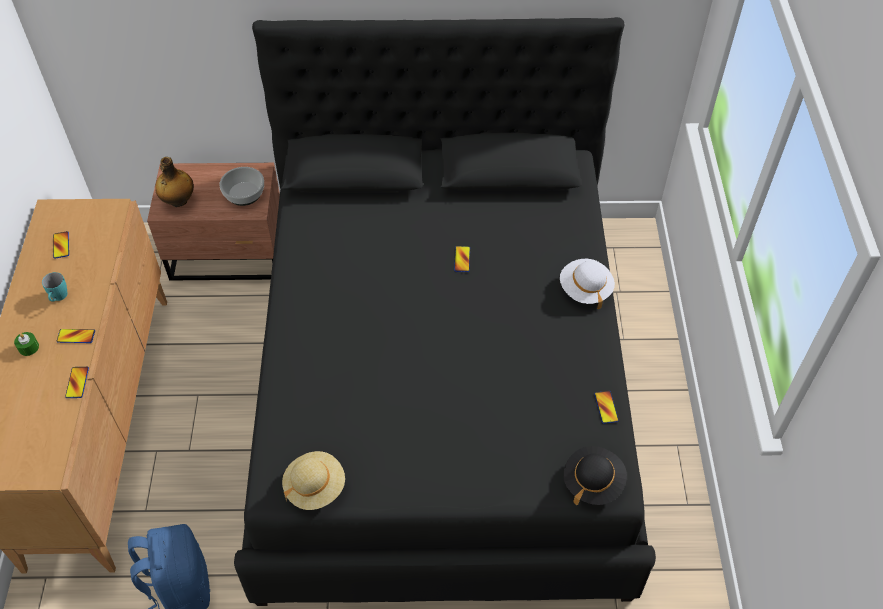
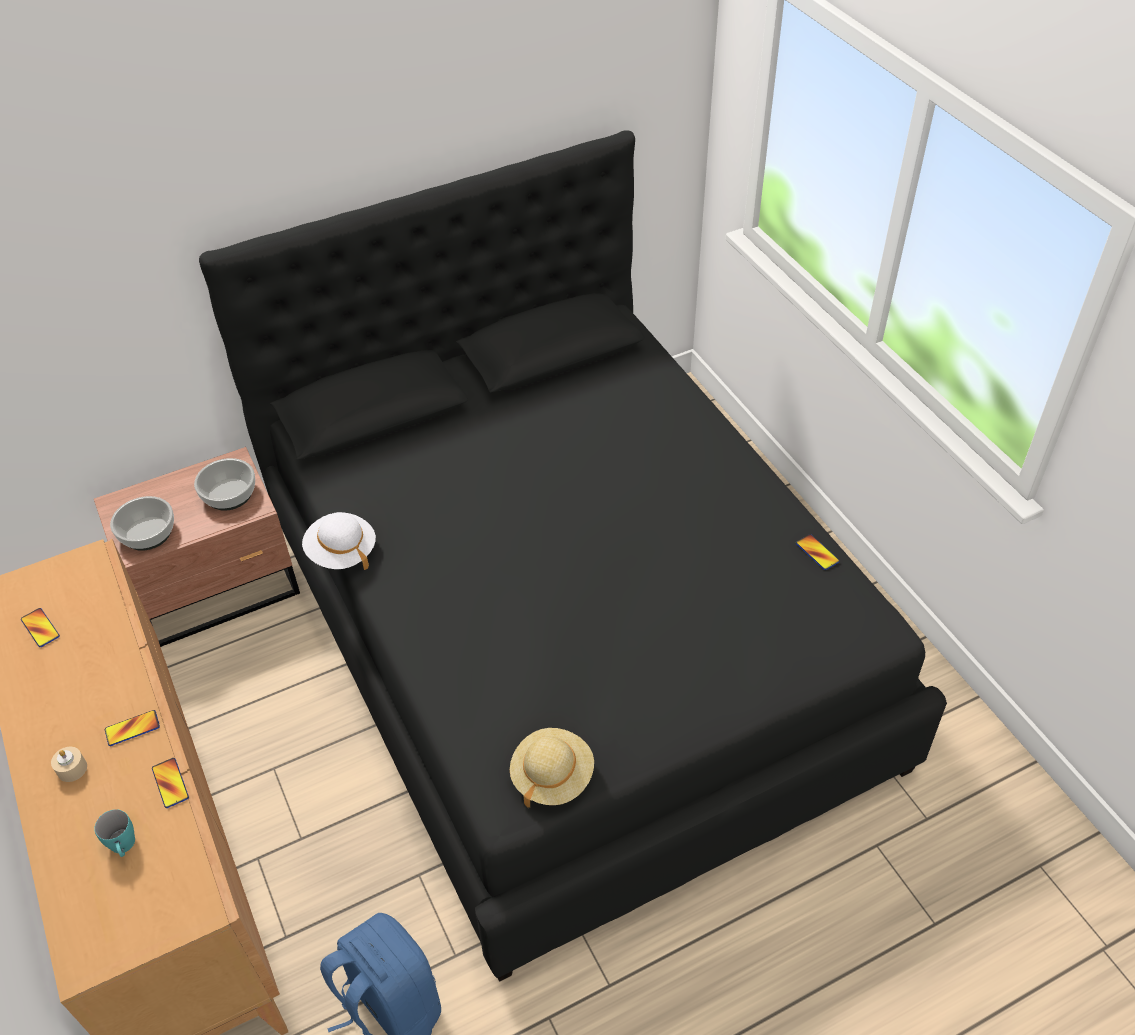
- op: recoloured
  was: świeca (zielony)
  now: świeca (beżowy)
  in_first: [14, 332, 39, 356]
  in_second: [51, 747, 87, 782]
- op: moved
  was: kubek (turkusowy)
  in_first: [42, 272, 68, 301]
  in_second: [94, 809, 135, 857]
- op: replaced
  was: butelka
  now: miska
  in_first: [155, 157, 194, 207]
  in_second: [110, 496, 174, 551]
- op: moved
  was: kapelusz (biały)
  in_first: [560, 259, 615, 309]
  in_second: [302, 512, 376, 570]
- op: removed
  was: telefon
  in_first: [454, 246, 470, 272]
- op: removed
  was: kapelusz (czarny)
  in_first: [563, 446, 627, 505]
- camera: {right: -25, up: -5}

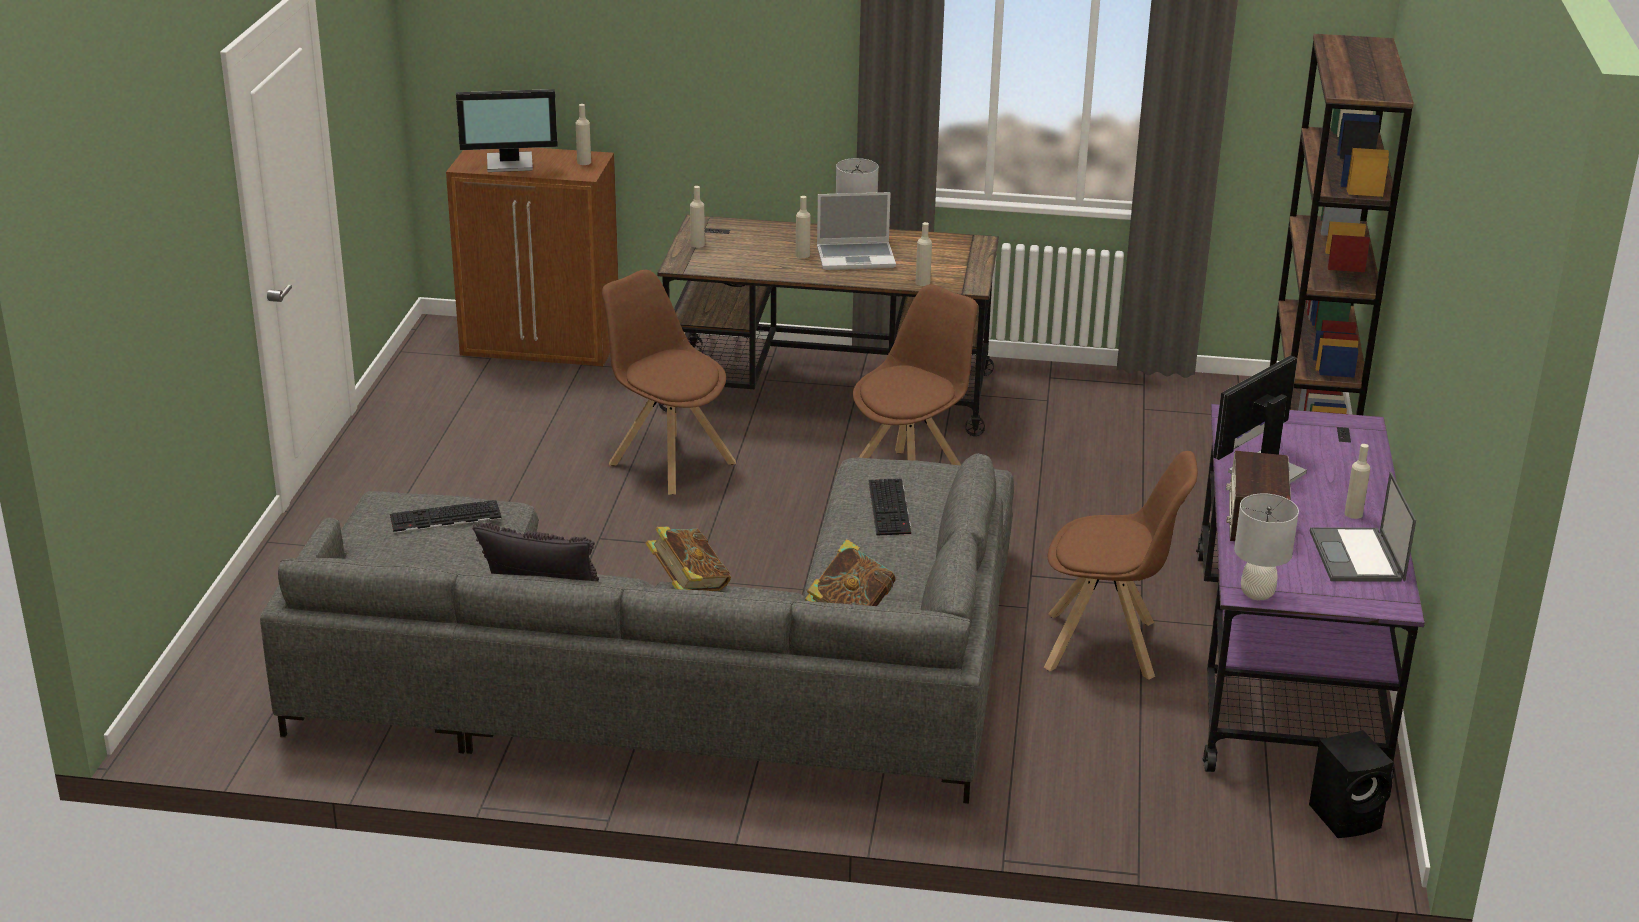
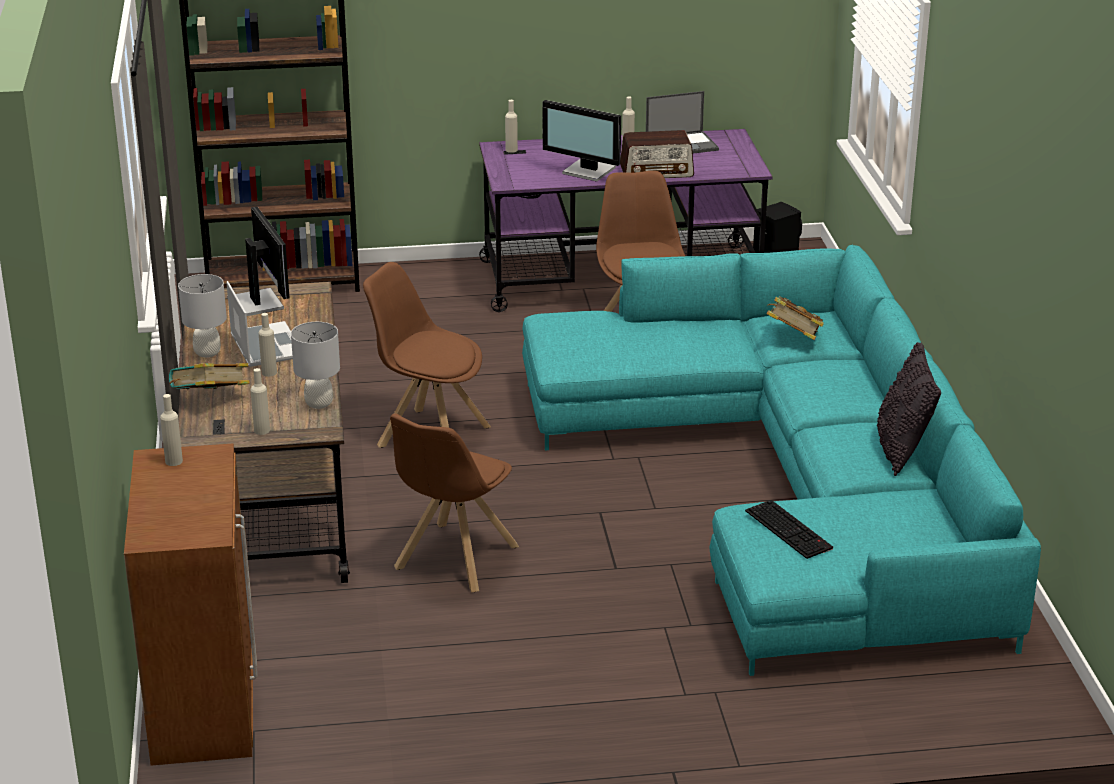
- op: moved
  was: książka
  in_first: [645, 527, 731, 591]
  in_second: [169, 363, 250, 389]
- op: moved
  was: monitor
  in_first: [456, 89, 558, 172]
  in_second: [227, 207, 289, 316]
- op: moved
  was: lampa stołowa (szary)
  in_first: [1234, 493, 1299, 600]
  in_second: [291, 322, 340, 409]
- op: moved
  was: butelka (beżowy)
  in_first: [916, 222, 932, 286]
  in_second: [505, 100, 518, 153]
- op: recoloured
  was: kanapa (szary)
  now: kanapa (turkusowy)
  in_first: [260, 453, 1014, 804]
  in_second: [522, 245, 1041, 676]
- op: removed
  was: klawiatura
  in_first: [868, 479, 911, 535]
- camera: {right: -105, up: 0}

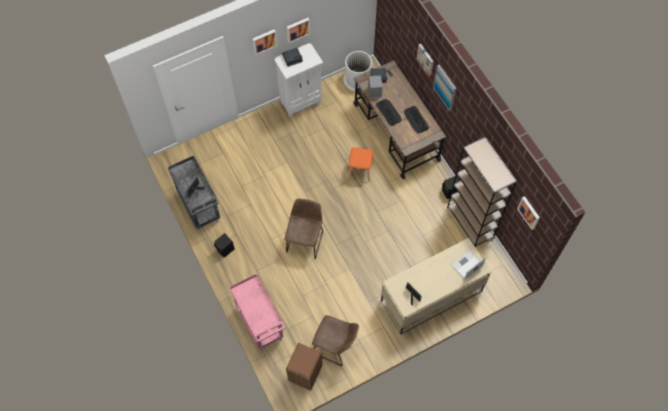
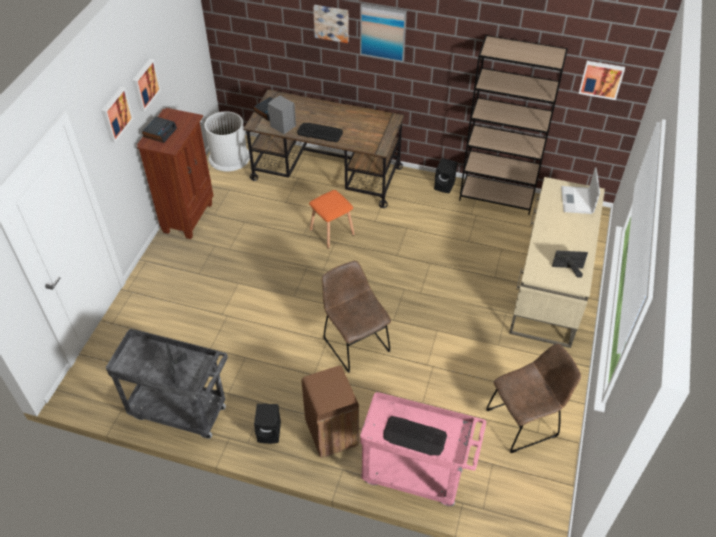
- op: recoloured
  was: szafka (biały)
  now: szafka (brązowy)
  in_first: [274, 43, 323, 117]
  in_second: [137, 108, 214, 239]
- op: moved
  was: kosz na śmieci (brązowy)
  in_first: [286, 343, 322, 391]
  in_second: [302, 366, 359, 458]
- op: moved
  was: klawiatura
  in_first: [404, 106, 429, 133]
  in_second: [383, 416, 447, 456]
- camera: {right: -45, up: -15}

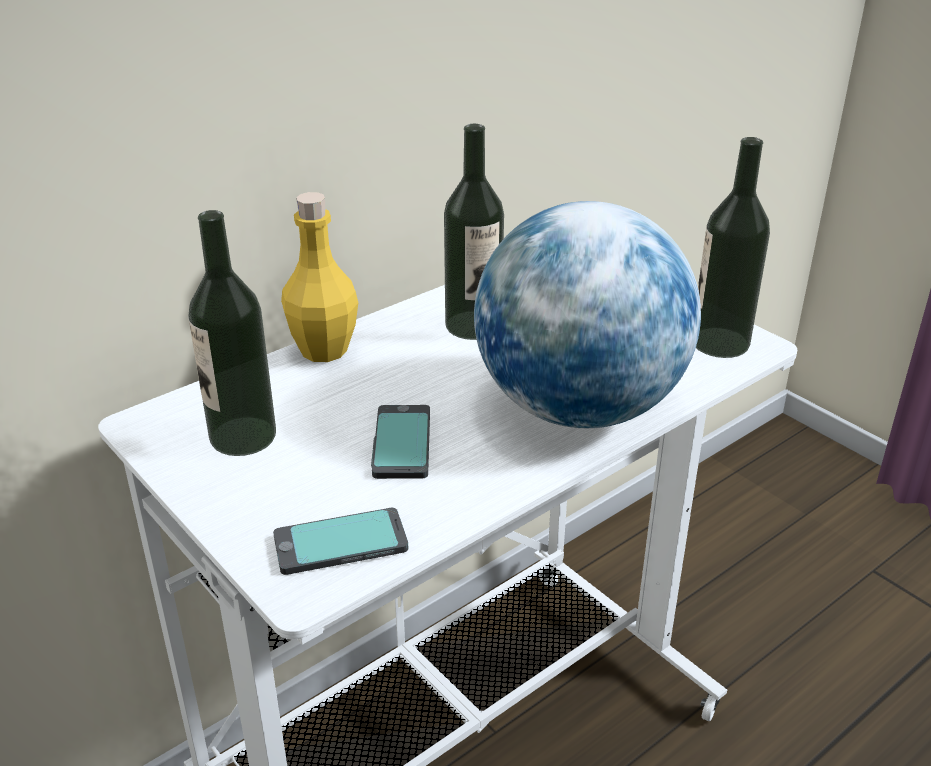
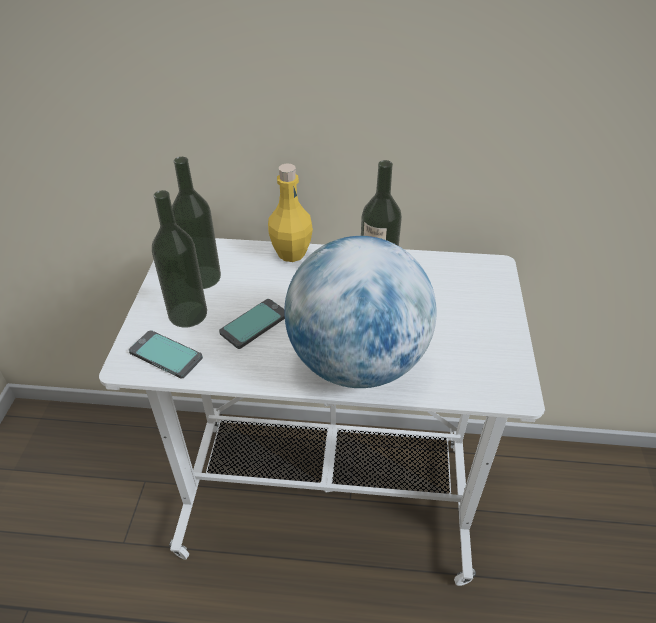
- op: moved
  was: butelka
  in_first: [696, 137, 770, 358]
  in_second: [152, 190, 207, 328]
- camera: {right: 45, up: 10}

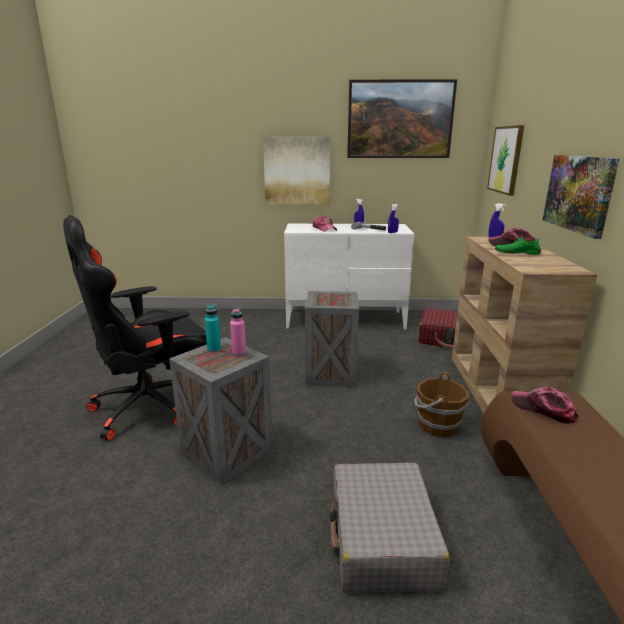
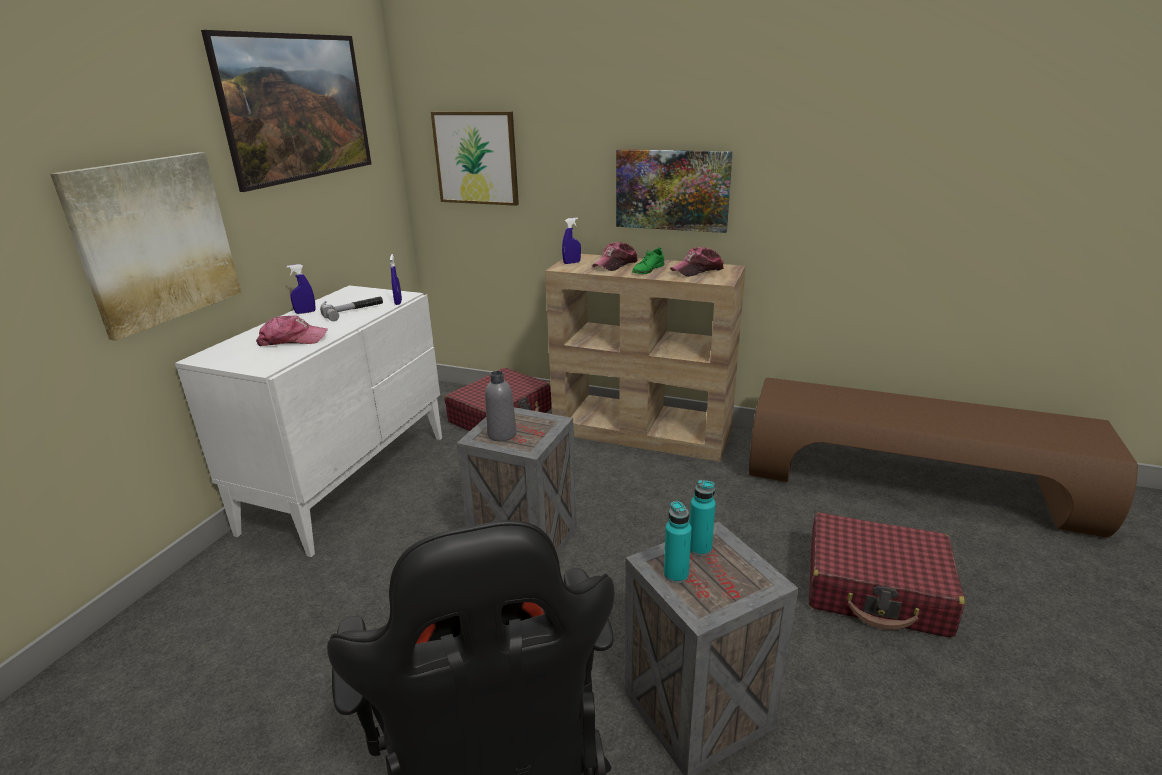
- op: added
  now: butelka (szary)
  in_second: [485, 371, 517, 441]
- op: moved
  was: czapka z daszkiem
  in_first: [511, 387, 578, 425]
  in_second: [670, 247, 724, 277]
- op: recoloured
  was: butelka (różowy)
  now: butelka (turkusowy)
  in_first: [230, 308, 246, 356]
  in_second: [690, 480, 716, 556]
- op: recoloured
  was: walizka (szary)
  now: walizka (czerwony)
  in_first: [330, 462, 450, 593]
  in_second: [809, 512, 965, 638]
- op: removed
  was: wiadro (brązowy)
  in_first: [414, 373, 468, 437]
- camera: {right: -70, up: 5}

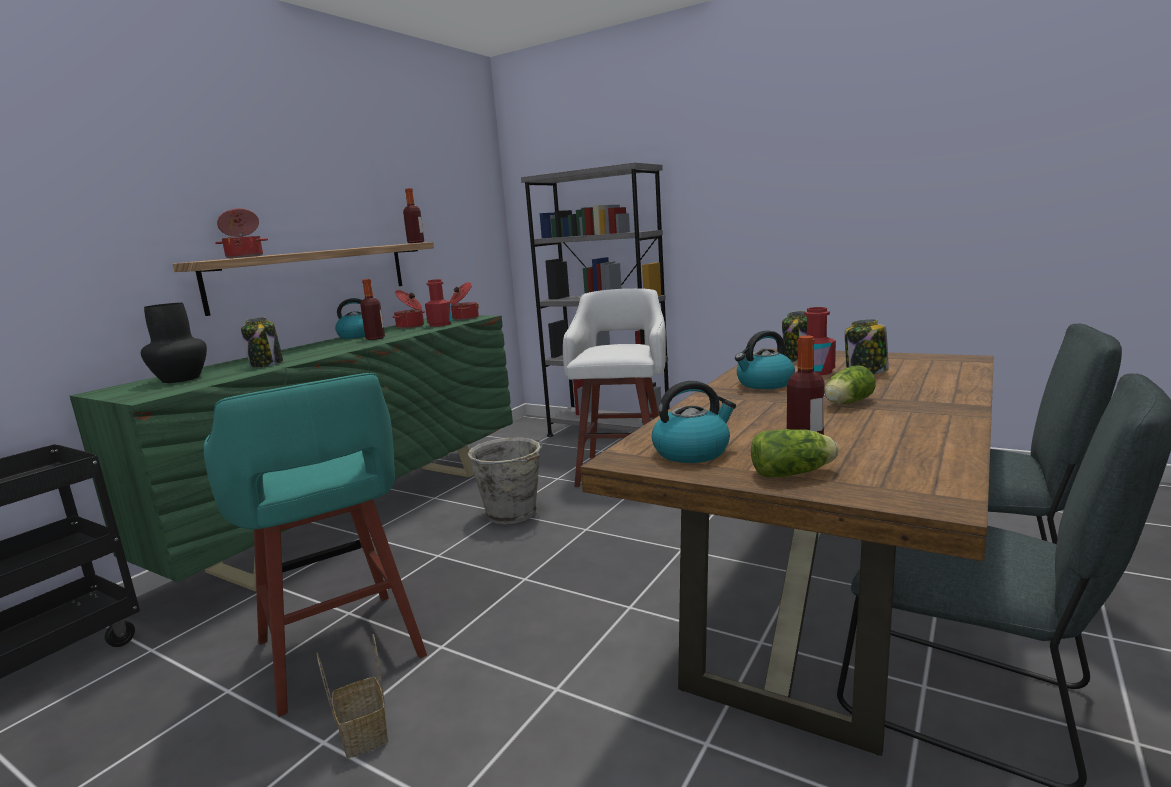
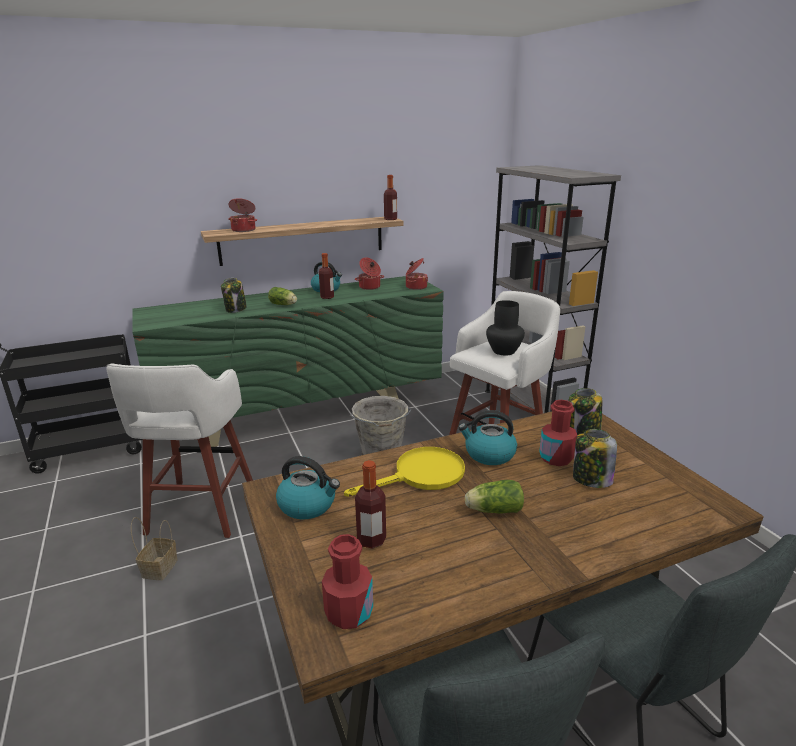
- op: recoloured
  was: stołek (turkusowy)
  now: stołek (biały)
  in_first: [204, 373, 427, 717]
  in_second: [107, 363, 253, 538]
- op: moved
  was: sałata
  in_first: [751, 429, 839, 478]
  in_second: [268, 287, 297, 305]
- op: moved
  was: butelka (czerwony)
  in_first: [425, 279, 452, 327]
  in_second: [322, 534, 373, 629]
- op: added
  now: patelnia (żółty)
  in_second: [344, 447, 465, 497]
- op: moved
  was: wazon (czarny)
  in_first: [141, 303, 207, 383]
  in_second: [486, 300, 525, 356]
- camera: {right: 35, up: 10}

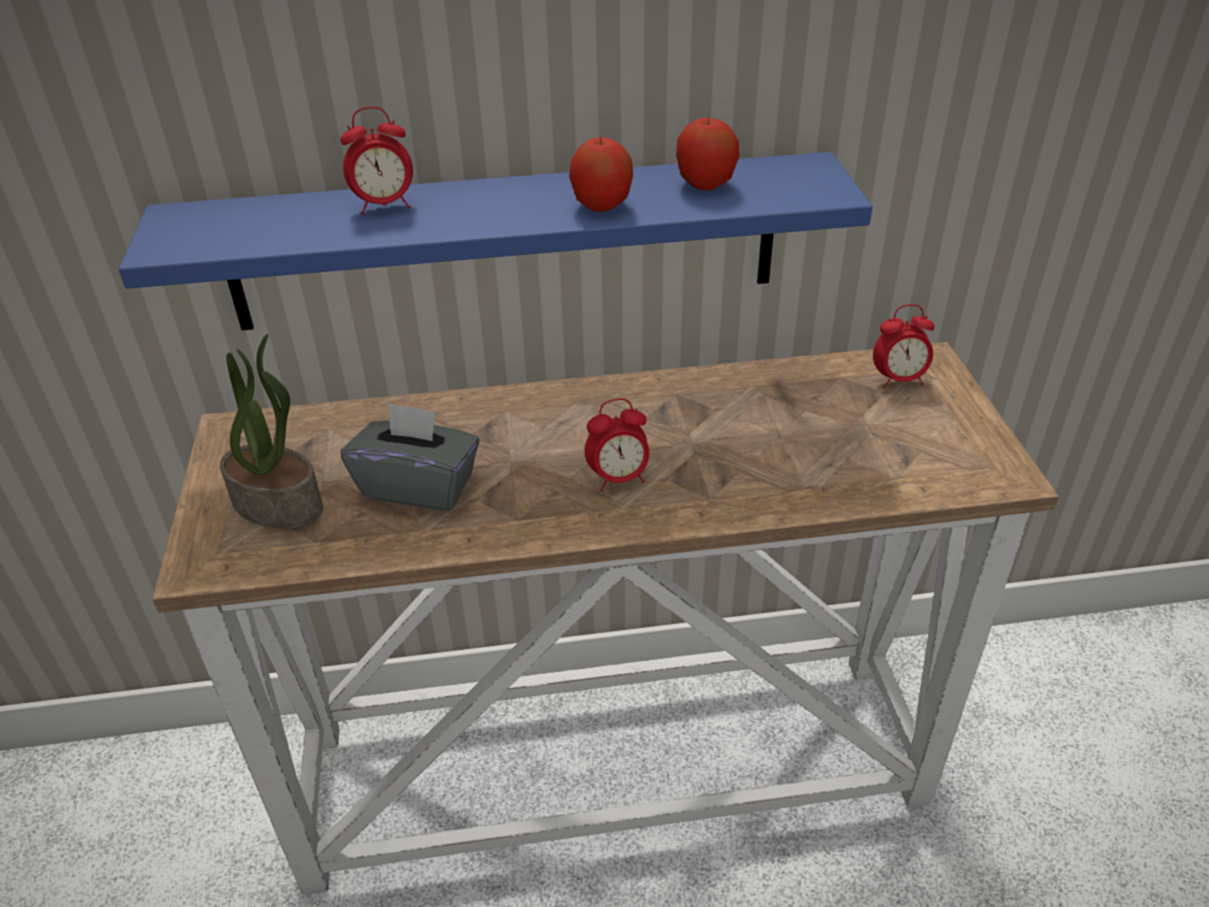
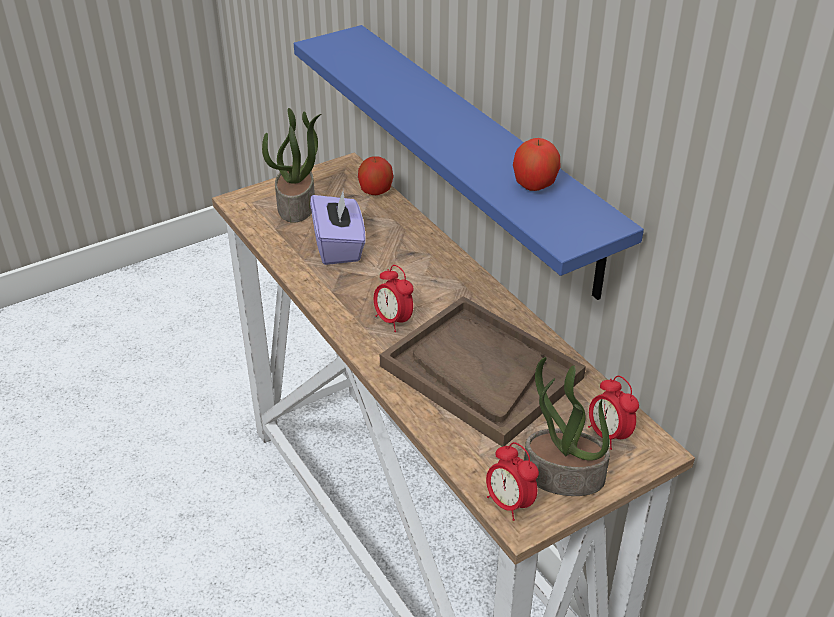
- op: recoloured
  was: pudełko chusteczek (szary)
  now: pudełko chusteczek (fioletowy)
  in_first: [340, 402, 480, 511]
  in_second: [310, 189, 365, 265]
- op: moved
  was: jabłko
  in_first: [569, 137, 633, 212]
  in_second: [358, 156, 393, 195]
- op: added
  now: taca (brązowy)
  in_second: [380, 296, 586, 447]
- op: moved
  was: budzik
  in_first: [340, 107, 413, 215]
  in_second: [486, 442, 539, 521]
- op: added
  now: roślina doniczkowa
  in_second: [524, 357, 610, 496]
- camera: {right: 65, up: 0}

